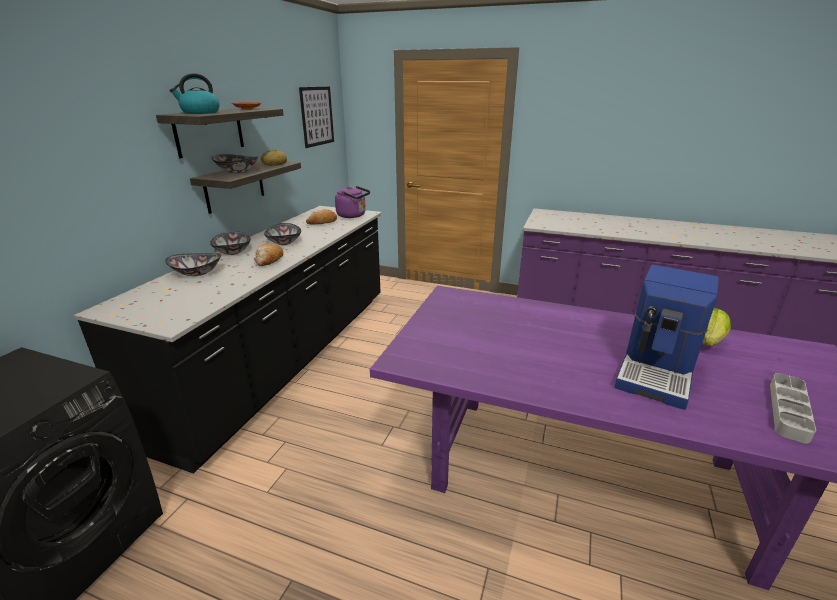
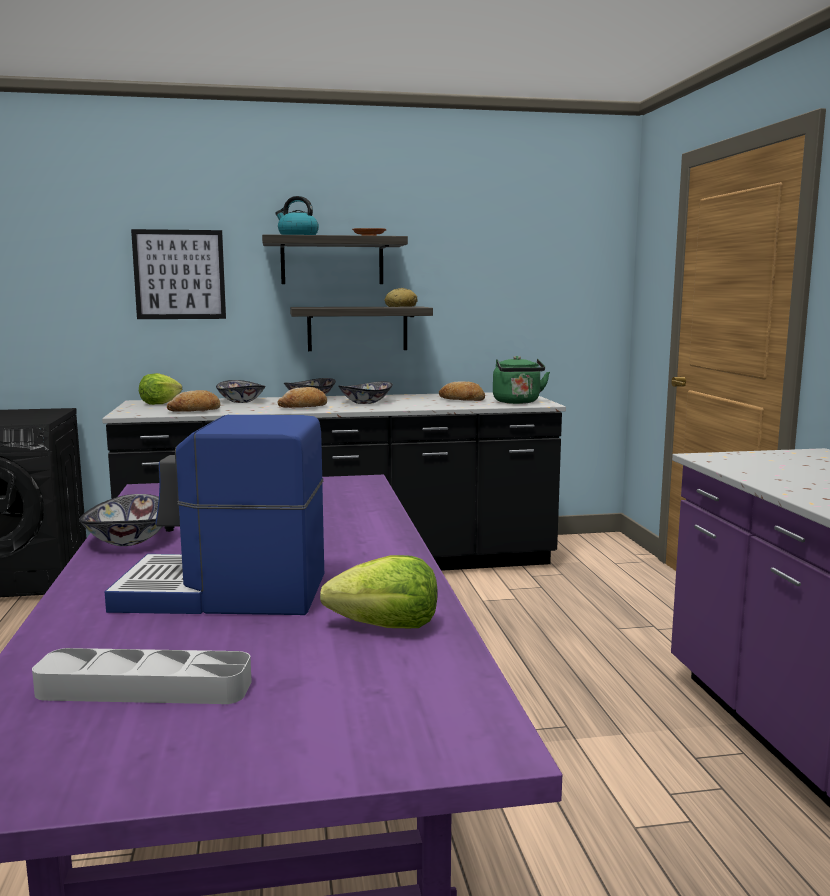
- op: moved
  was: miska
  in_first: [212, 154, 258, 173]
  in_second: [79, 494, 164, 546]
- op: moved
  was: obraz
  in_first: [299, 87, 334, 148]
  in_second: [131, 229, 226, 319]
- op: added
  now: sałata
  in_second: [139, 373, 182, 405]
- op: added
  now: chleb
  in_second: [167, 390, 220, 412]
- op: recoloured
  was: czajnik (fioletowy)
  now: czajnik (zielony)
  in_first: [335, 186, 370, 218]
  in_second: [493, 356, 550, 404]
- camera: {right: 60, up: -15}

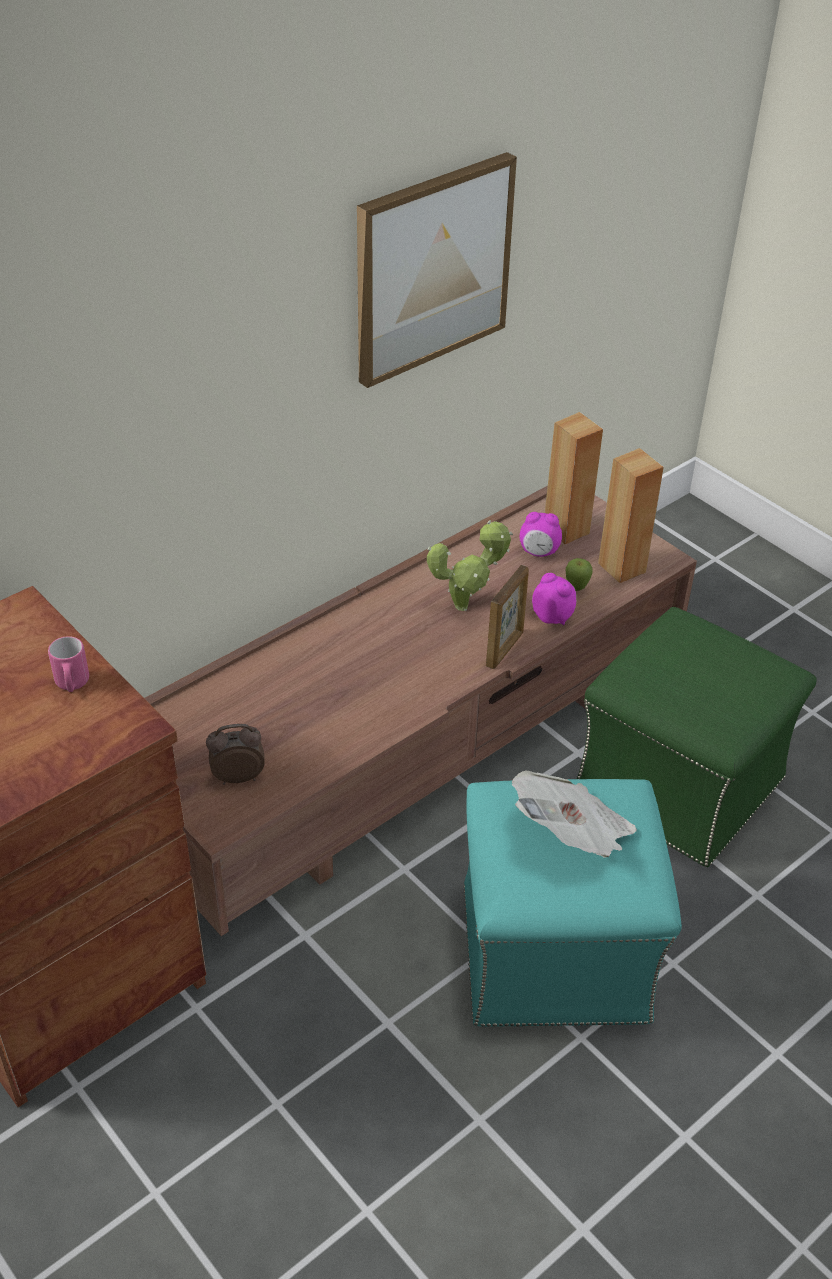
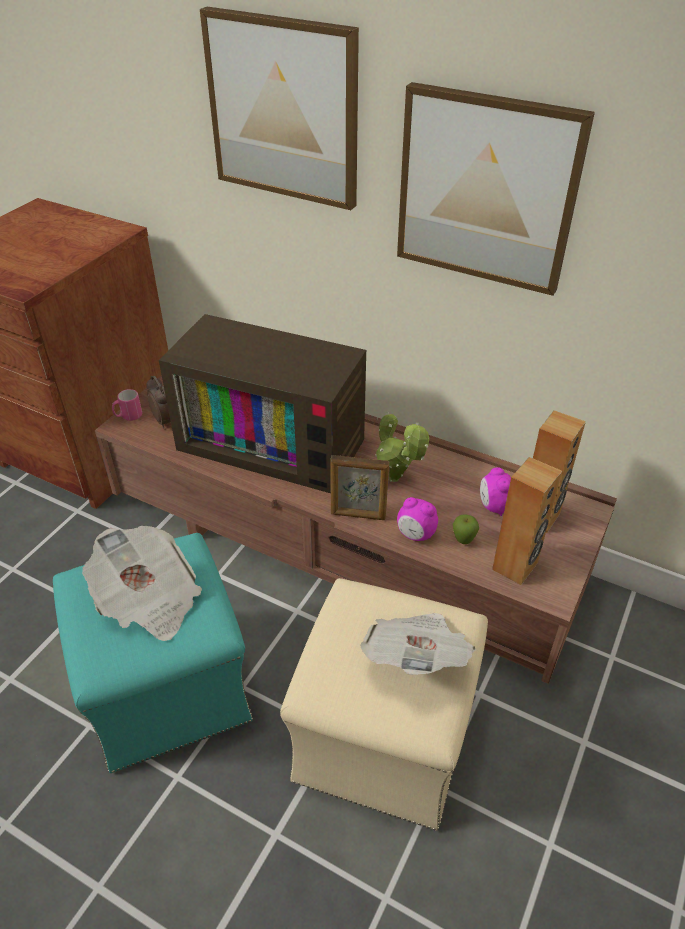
- op: moved
  was: kubek (różowy)
  in_first: [48, 636, 89, 692]
  in_second: [112, 389, 142, 421]
- op: added
  now: telewizor
  in_second: [159, 314, 366, 493]
- op: added
  now: obraz
  in_second: [200, 7, 359, 210]
- op: recoloured
  was: pufa (zielony)
  now: pufa (beżowy)
  in_first: [577, 607, 817, 867]
  in_second: [280, 578, 488, 831]
- op: added
  now: gazeta
  in_second: [360, 613, 476, 675]
- op: turned
  was: budzik
  in_first: [532, 573, 576, 625]
  in_second: [397, 497, 438, 541]
  clockwise: 90
- camera: {right: 70, up: 0}

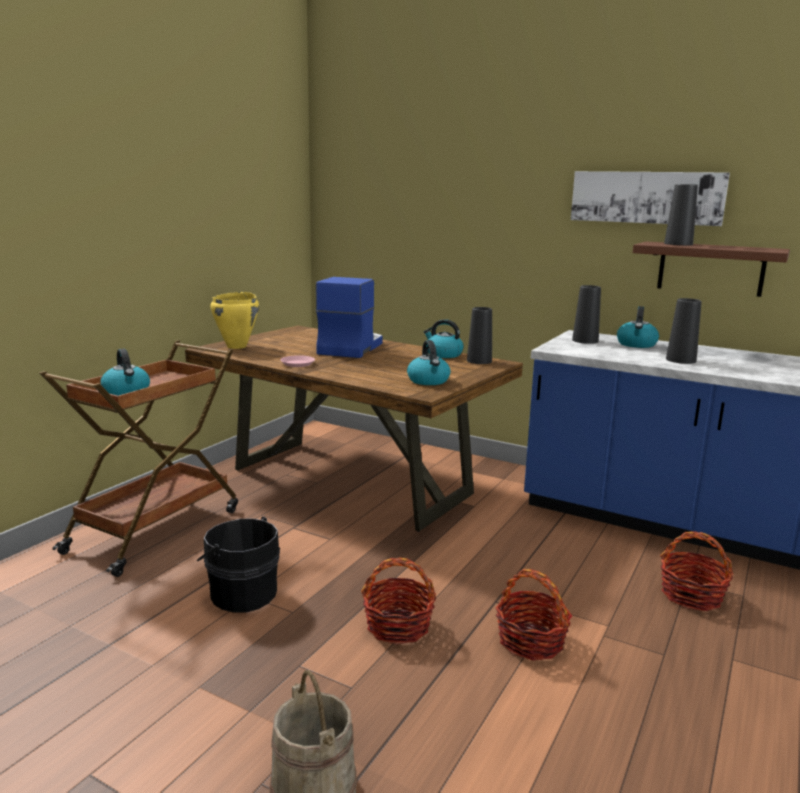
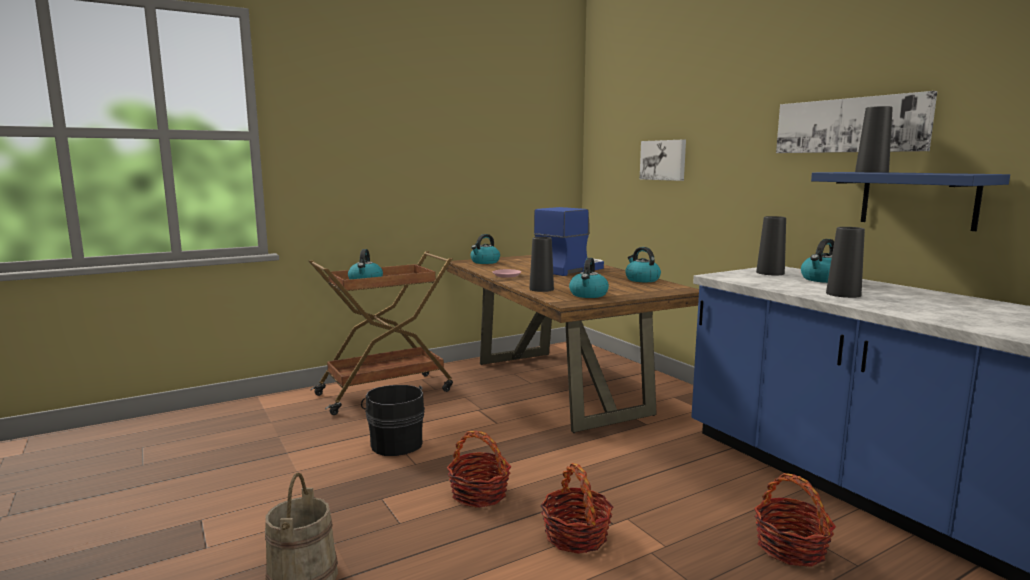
- op: replaced
  was: garnek (żółty)
  now: czajnik
  in_first: [210, 292, 259, 349]
  in_second: [471, 234, 500, 264]
- op: moved
  was: wazon (czarny)
  in_first: [467, 307, 492, 364]
  in_second: [529, 237, 554, 292]
- op: added
  now: obraz
  in_second: [640, 140, 686, 181]
- op: recoloured
  was: półka (brązowy)
  now: półka (niebieski)
  in_first: [633, 241, 790, 297]
  in_second: [811, 172, 1010, 231]
- camera: {right: 30, up: -5}

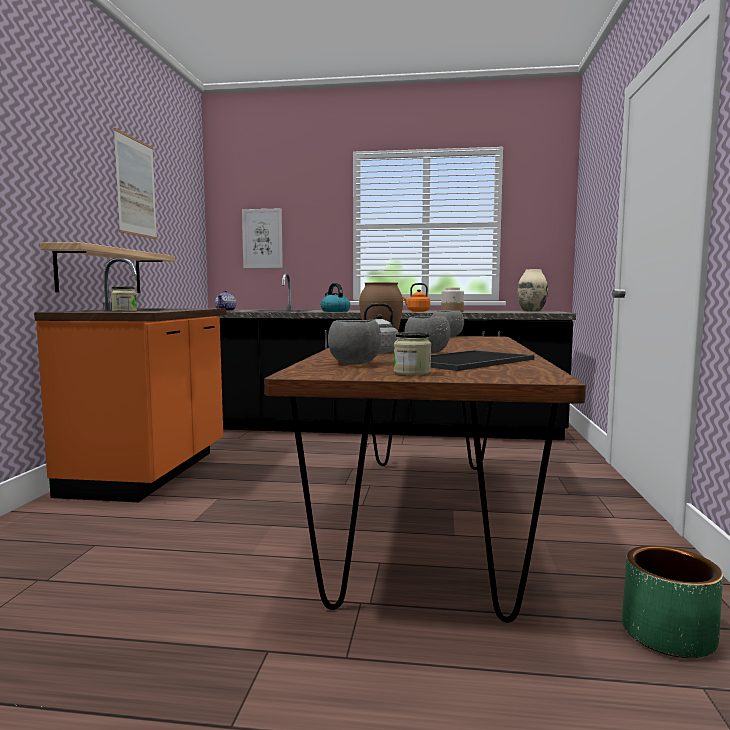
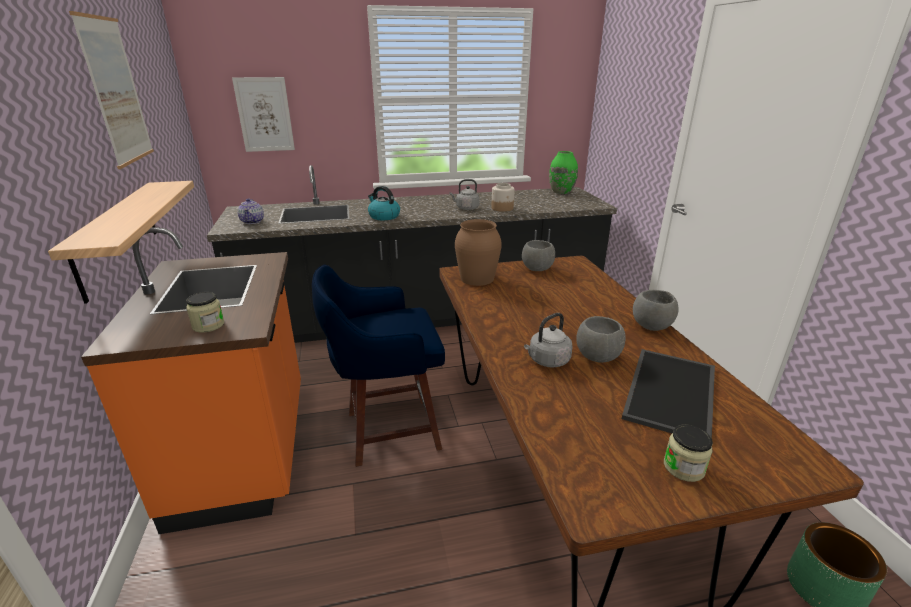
- op: added
  now: stołek (niebieski)
  in_second: [312, 265, 445, 467]
- op: recoloured
  was: czajnik (pomarańczowy)
  now: czajnik (szary)
  in_first: [402, 283, 430, 312]
  in_second: [449, 179, 480, 210]
- op: recoloured
  was: wazon (beżowy)
  now: wazon (zielony)
  in_first: [518, 269, 548, 311]
  in_second: [549, 151, 578, 194]
- op: moved
  was: miska (szary)
  in_first: [328, 319, 381, 365]
  in_second: [633, 290, 679, 331]
- camera: {right: -20, up: 20}

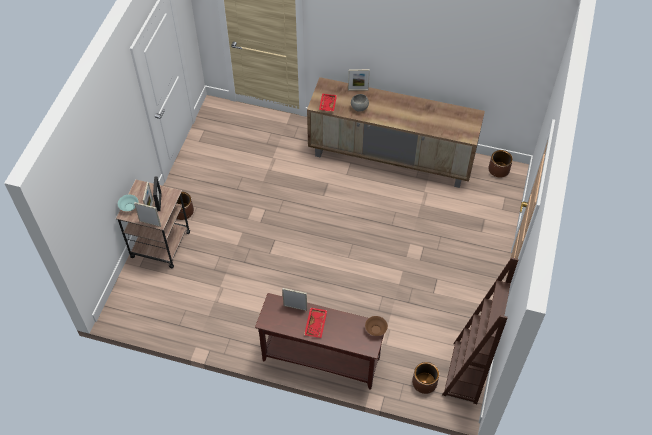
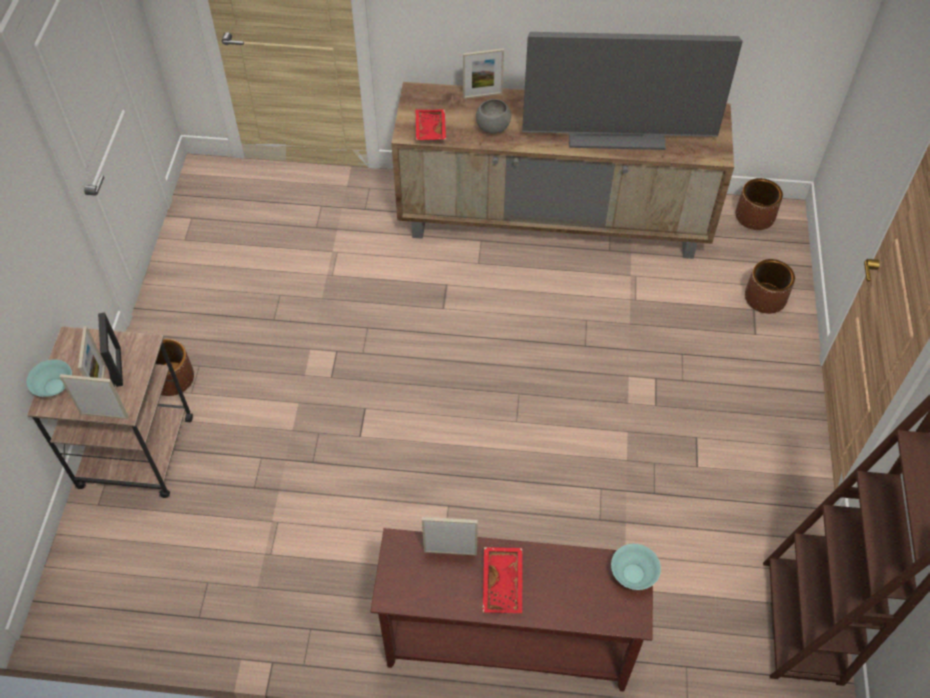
- op: added
  now: telewizor
  in_second: [522, 32, 743, 150]
- op: recoloured
  was: miska (brązowy)
  now: miska (turkusowy)
  in_first: [365, 316, 388, 336]
  in_second: [611, 544, 661, 590]
- op: moved
  was: donica (brązowy)
  in_first: [412, 362, 439, 394]
  in_second: [745, 259, 795, 314]
- camera: {right: -10, up: 0}

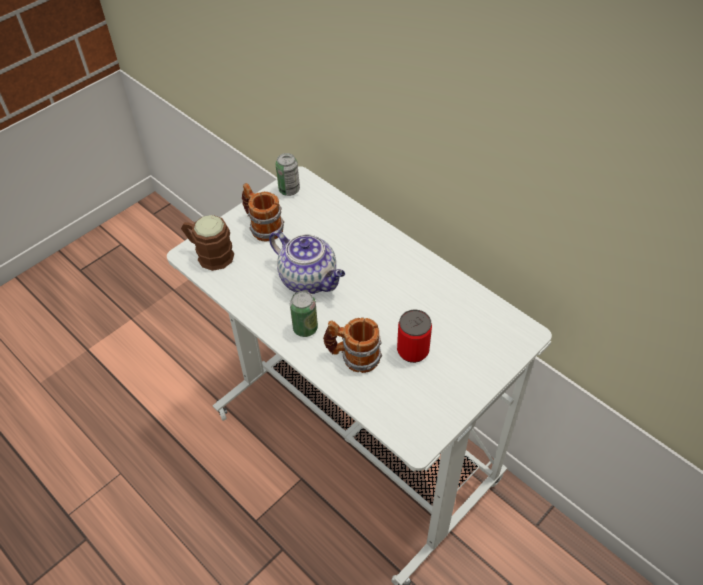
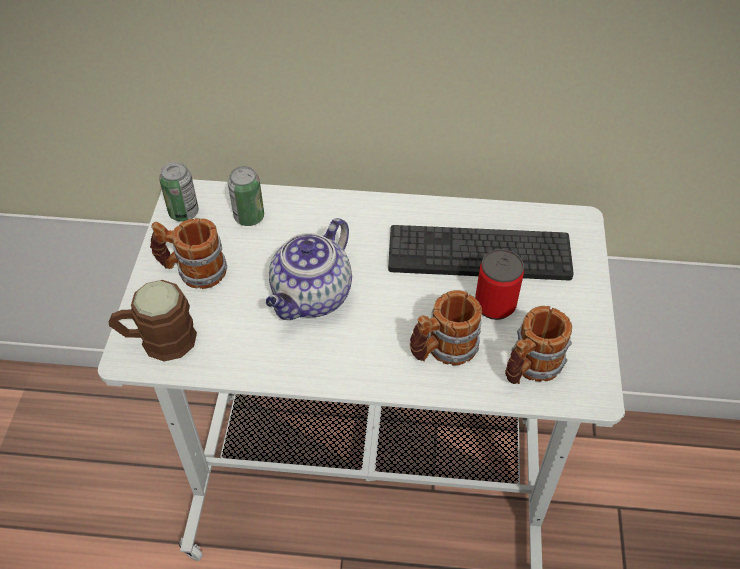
- op: moved
  was: puszka
  in_first: [290, 291, 318, 337]
  in_second: [228, 166, 264, 226]
- op: turned
  was: imbryk
  in_first: [269, 230, 345, 294]
  in_second: [266, 218, 352, 320]
  clockwise: 120
- op: added
  now: klawiatura
  in_second: [388, 225, 574, 280]
- op: added
  now: kubek
  in_second: [505, 306, 572, 384]
- camera: {right: -40, up: 0}

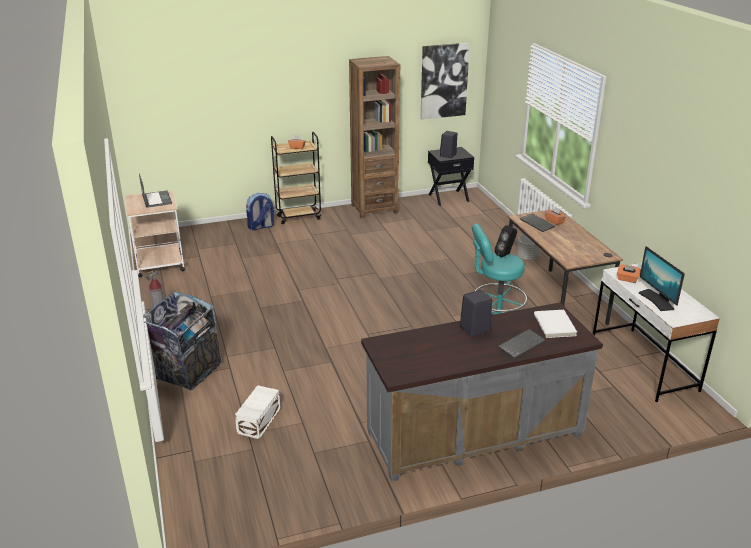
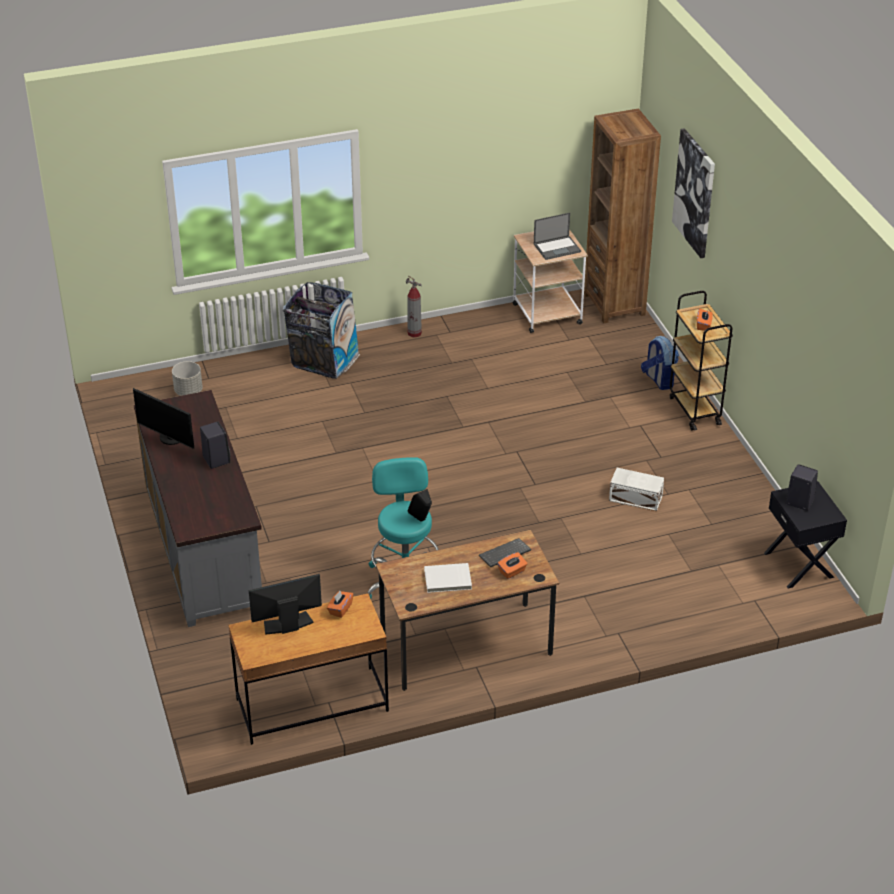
- op: added
  now: monitor
  in_second: [133, 388, 194, 448]
- op: moved
  was: donica (szary)
  in_first: [517, 234, 540, 260]
  in_second: [172, 361, 203, 396]
- op: recoloured
  was: biurko (biały)
  now: biurko (brązowy)
  in_first: [593, 263, 720, 402]
  in_second: [228, 593, 389, 745]
- op: moved
  was: książka (biały)
  in_first: [534, 310, 577, 338]
  in_second: [424, 563, 472, 593]
- op: moved
  was: regał (brązowy)
  in_first: [349, 56, 400, 218]
  in_second: [584, 109, 661, 323]
- op: moved
  was: pojemnik do przechowywania (biały)
  in_first: [235, 385, 281, 439]
  in_second: [609, 468, 664, 511]
- op: moved
  was: obraz
  in_first: [421, 43, 470, 120]
  in_second: [672, 128, 715, 258]
- op: removed
  was: klawiatura
  in_first: [498, 329, 546, 359]
- camera: {right: 90, up: 10}

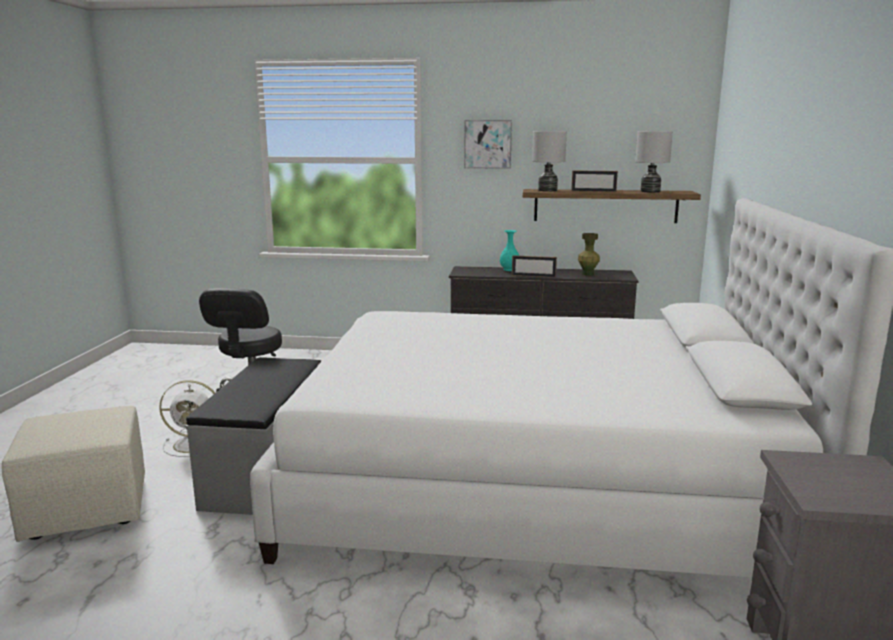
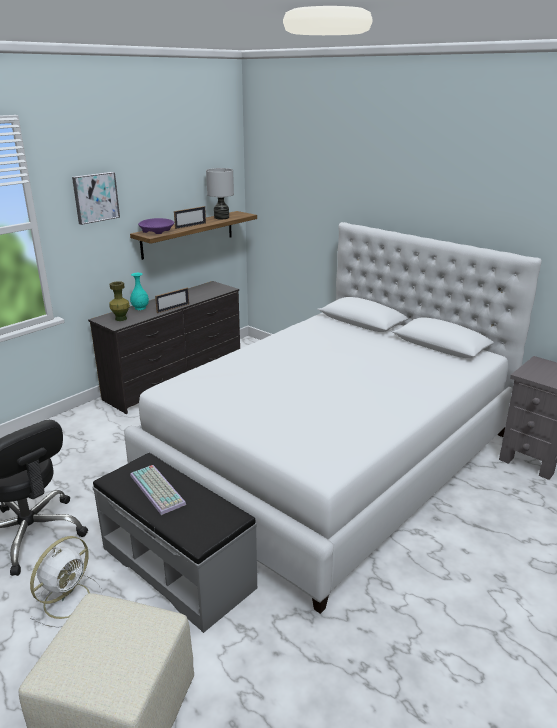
- op: moved
  was: wazon (zielony)
  in_first: [578, 233, 600, 276]
  in_second: [109, 281, 130, 321]
- op: added
  now: klawiatura
  in_second: [130, 465, 186, 515]
- op: replaced
  was: lampa stołowa (szary)
  now: miska (fioletowy)
  in_first: [532, 131, 567, 191]
  in_second: [138, 218, 174, 234]
- camera: {right: -55, up: 10}

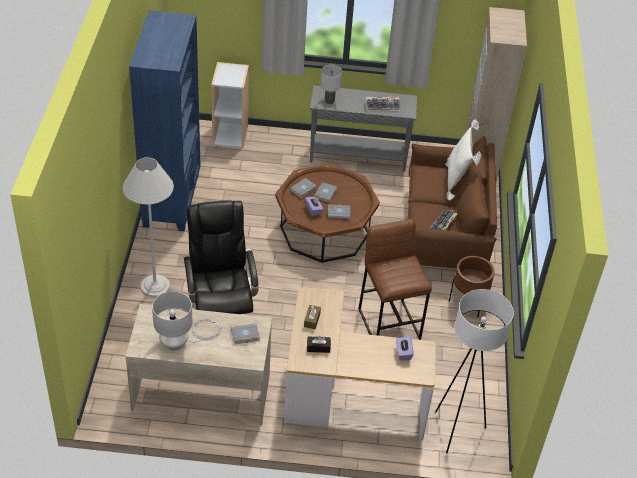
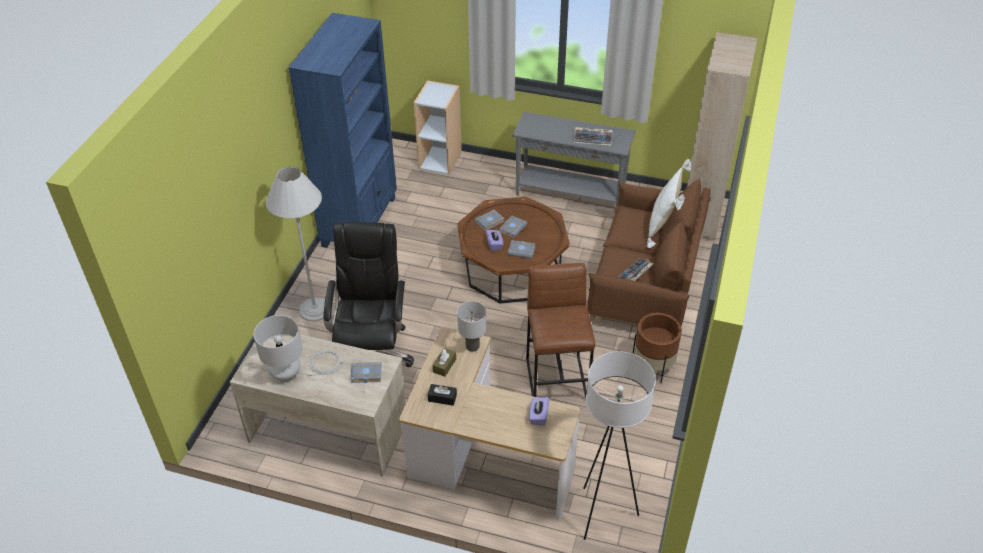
- op: moved
  was: lampa stołowa (biały)
  in_first: [321, 65, 342, 104]
  in_second: [457, 301, 486, 352]
- camera: {right: 15, up: 0}

